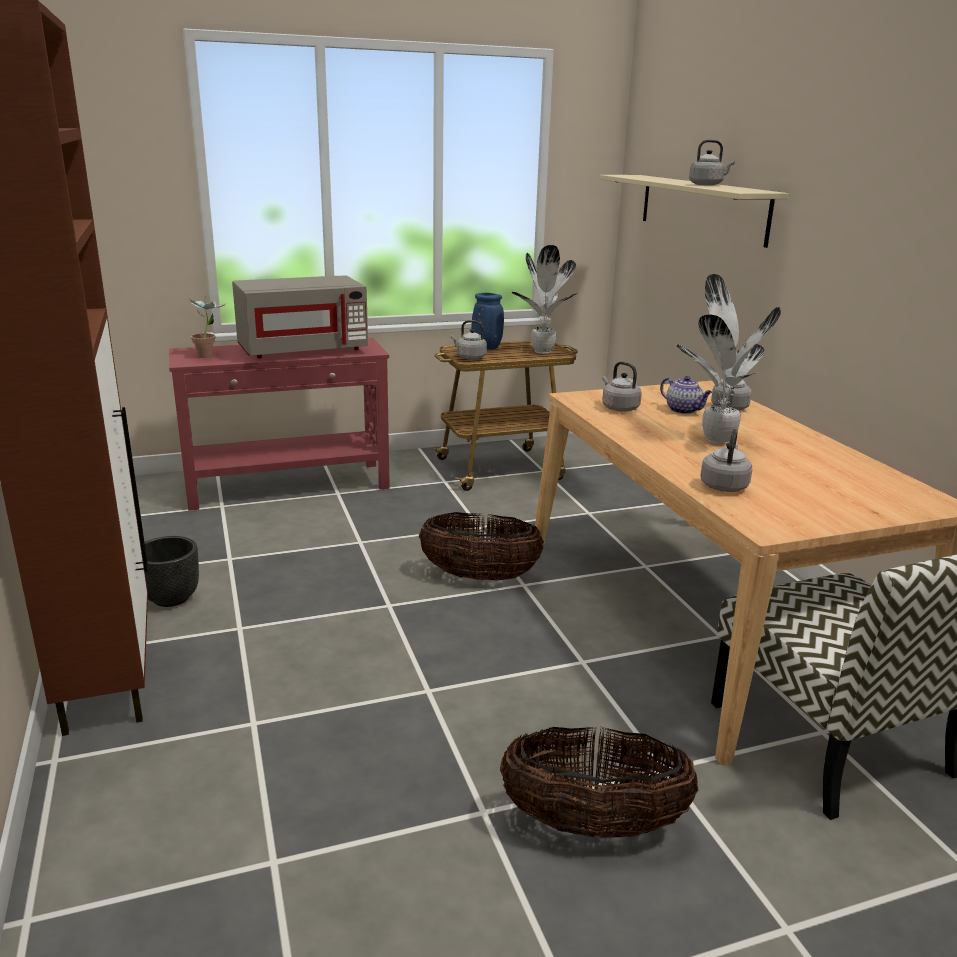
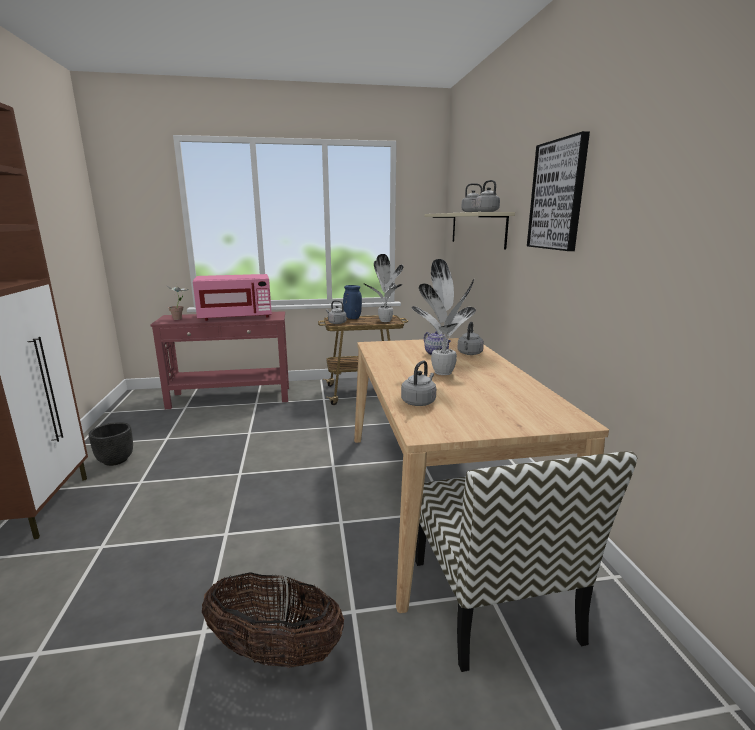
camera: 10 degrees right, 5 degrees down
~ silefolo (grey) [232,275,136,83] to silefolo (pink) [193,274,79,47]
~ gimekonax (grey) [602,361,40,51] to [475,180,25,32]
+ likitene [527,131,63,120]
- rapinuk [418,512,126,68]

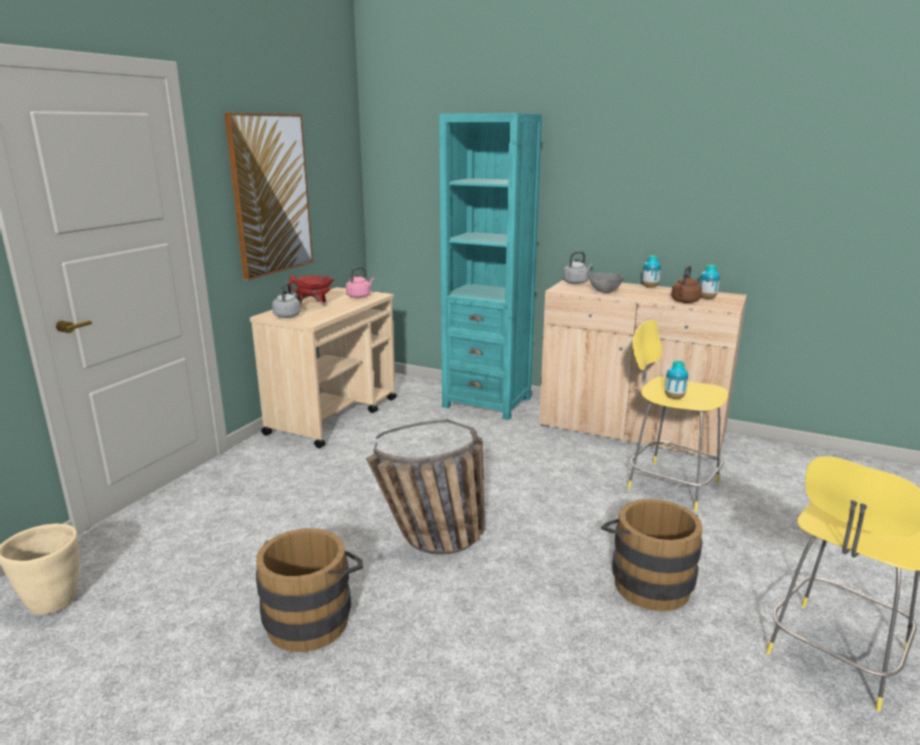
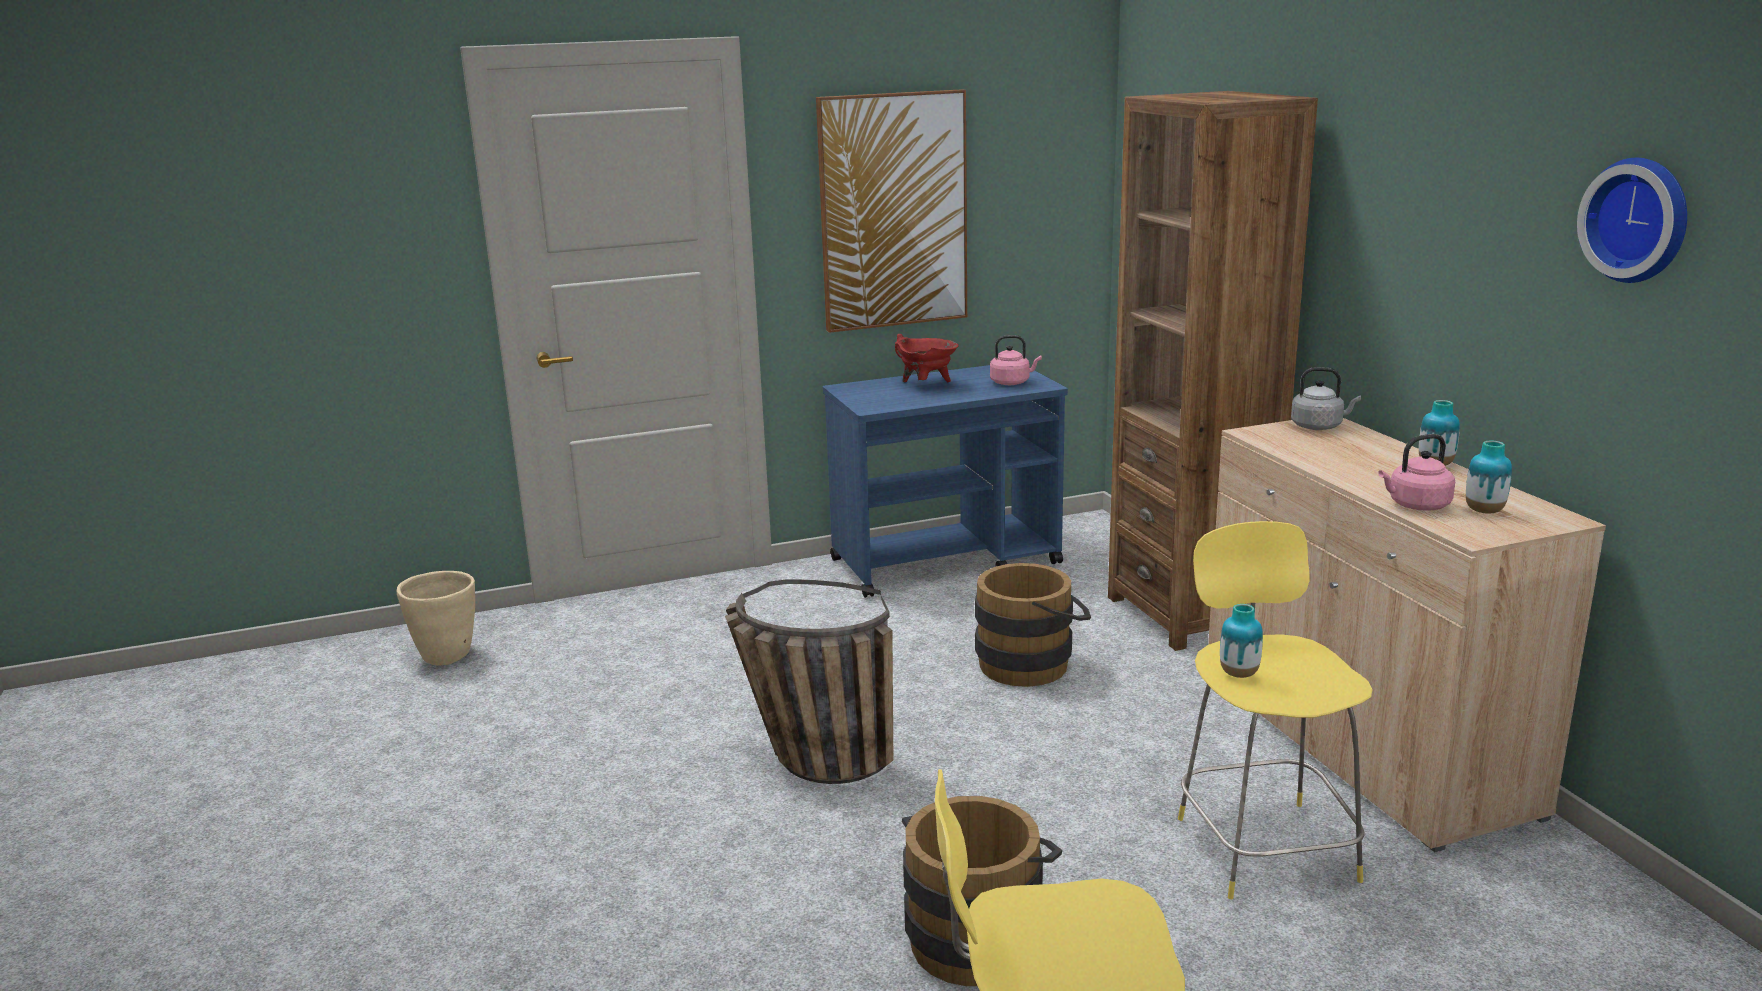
camera: 45 degrees right, 0 degrees up
~ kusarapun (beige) [250,287,147,161] to kusarapun (blue) [823,365,245,233]
~ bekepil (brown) [256,528,107,124] to [975,563,116,124]
~ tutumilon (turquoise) [439,113,103,307] to tutumilon (brown) [1108,91,210,560]
~ gimekonax (brown) [671,266,31,37] to gimekonax (pink) [1378,434,77,77]
+ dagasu [1577,158,110,125]
- gimekonax (grey) [272,283,29,35]
- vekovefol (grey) [588,272,35,21]

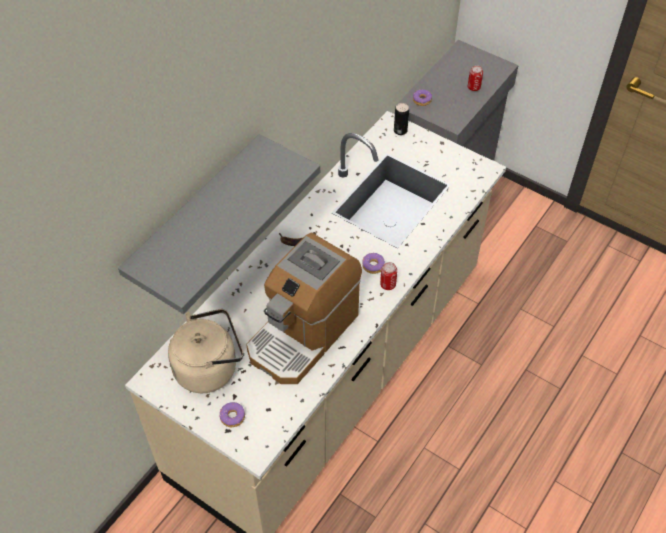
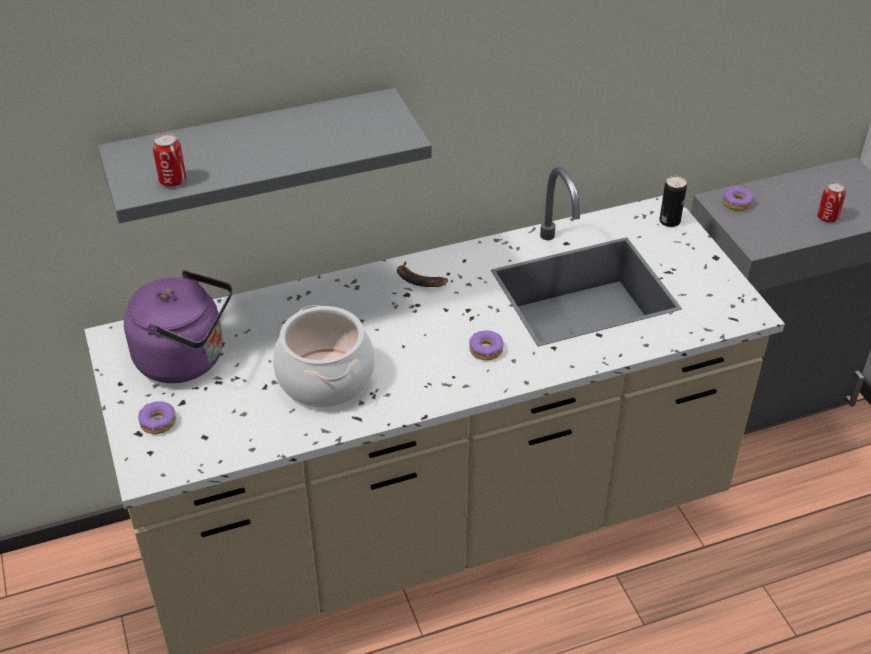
camera: 35 degrees right, 10 degrees down
~ gimekonax (beige) [168,309,75,84] to gimekonax (purple) [124,270,108,113]
~ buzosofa [380,262,17,28] to [152,133,34,54]
~ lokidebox [246,233,116,151] to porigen [273,305,102,103]

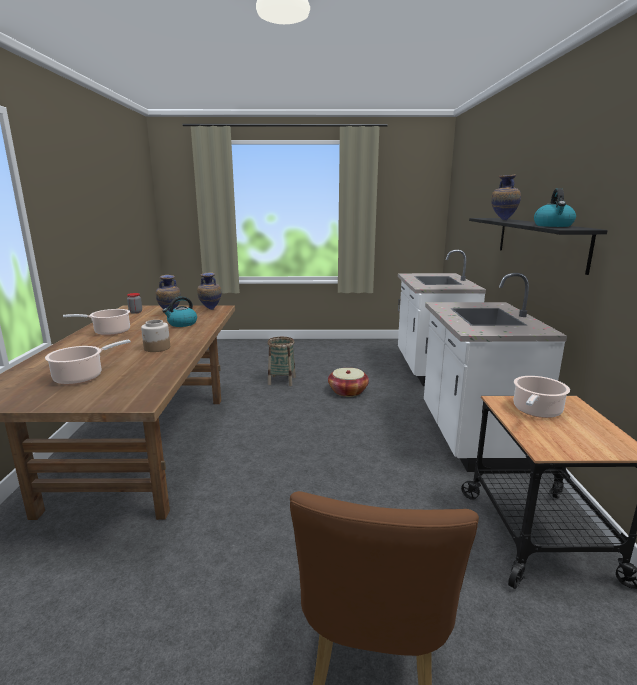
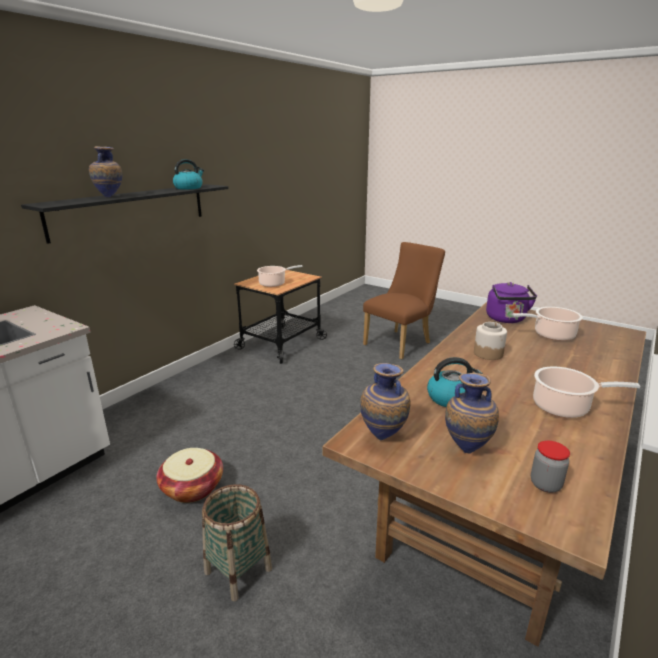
camera: 145 degrees left, 5 degrees up
+ gimekonax (purple) [486,282,51,41]
- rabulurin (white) [424,273,143,199]

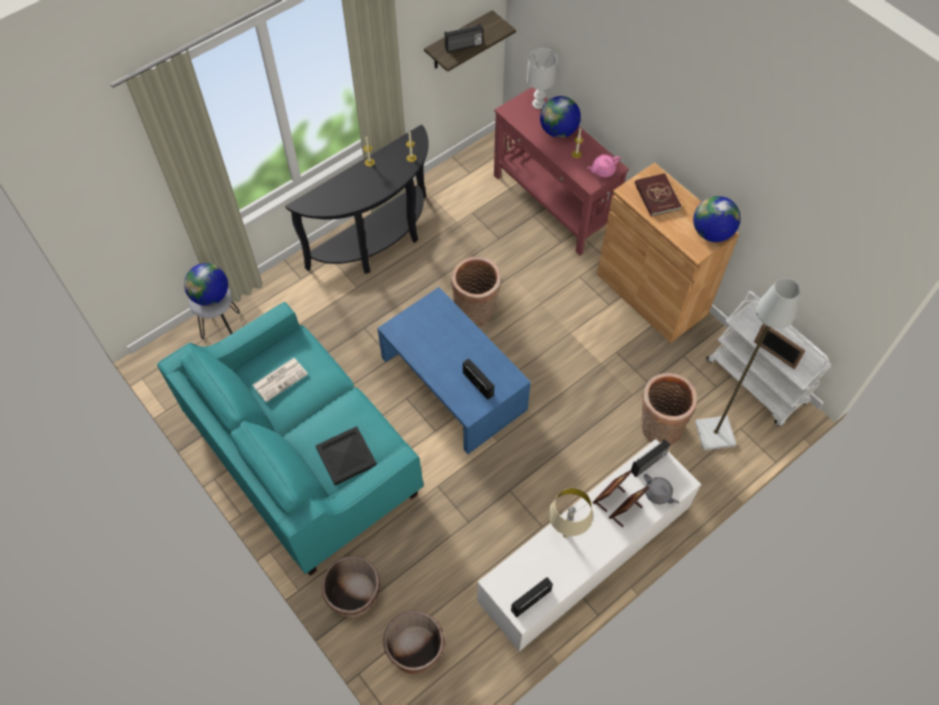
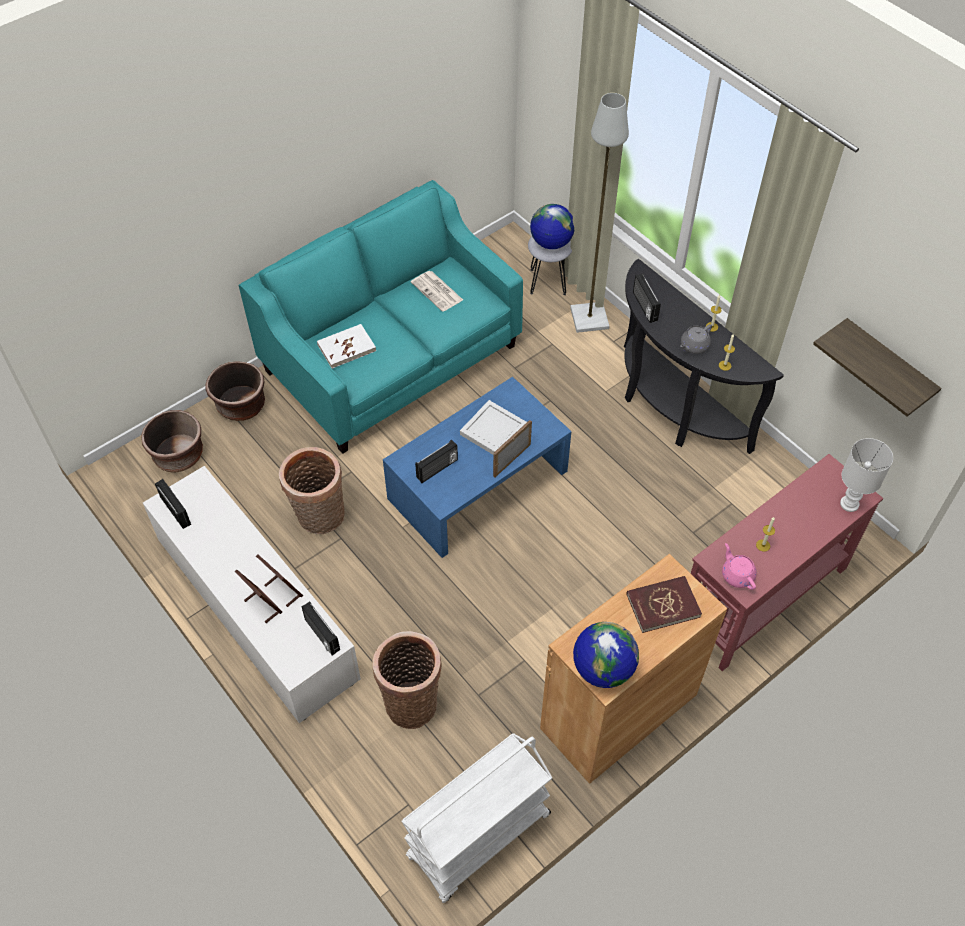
camera: 90 degrees right, 5 degrees down
~ rapinuk [451,257,50,71] to [279,447,66,87]
~ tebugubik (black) [315,426,62,60] to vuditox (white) [317,324,59,45]
+ tebugubik (white) [460,400,67,54]
~ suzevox [754,324,52,45] to [493,420,39,57]
~ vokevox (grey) [695,278,105,173] to [570,93,59,240]
~ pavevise [445,24,38,29] to [633,274,28,49]
~ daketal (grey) [644,474,35,30] to [680,324,32,30]
- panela [540,96,41,42]
- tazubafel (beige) [548,488,45,50]

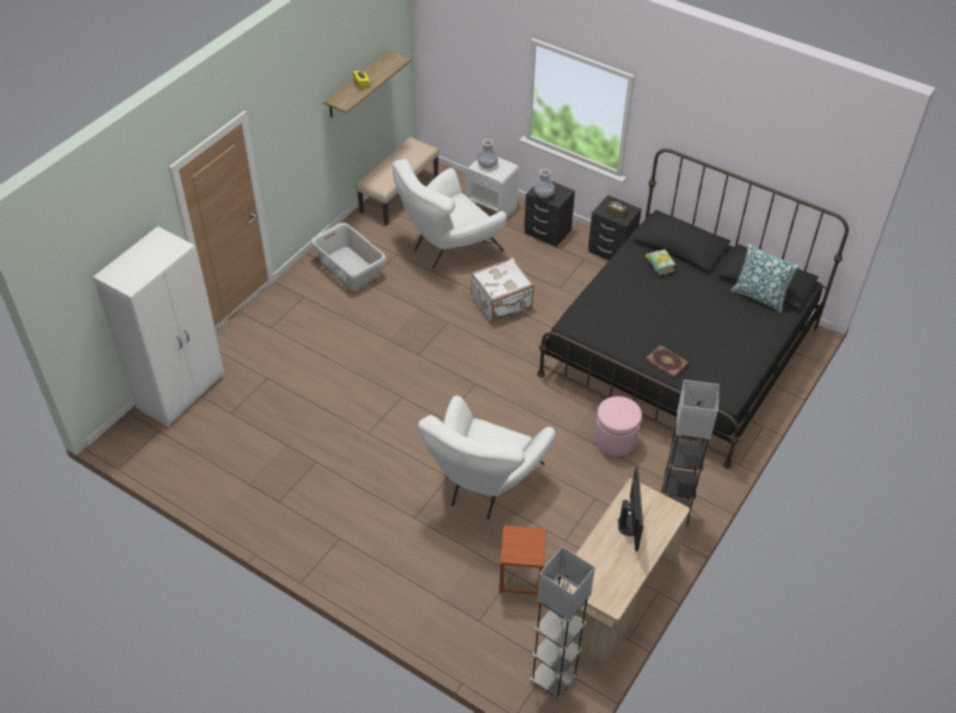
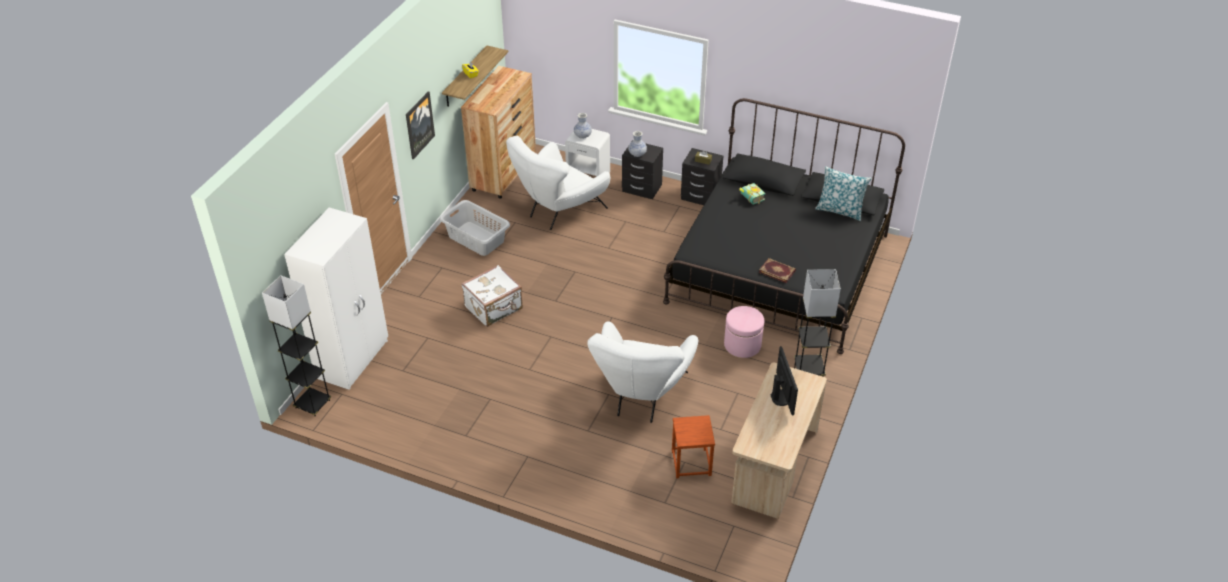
camera: 10 degrees left, 5 degrees down
~ vokevox (grey) [530,546,65,154] to [262,275,69,142]
+ likitene [406,91,29,69]
~ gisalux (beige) [356,137,84,88] to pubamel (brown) [461,66,75,133]
~ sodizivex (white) [471,258,63,65] to [461,265,62,62]

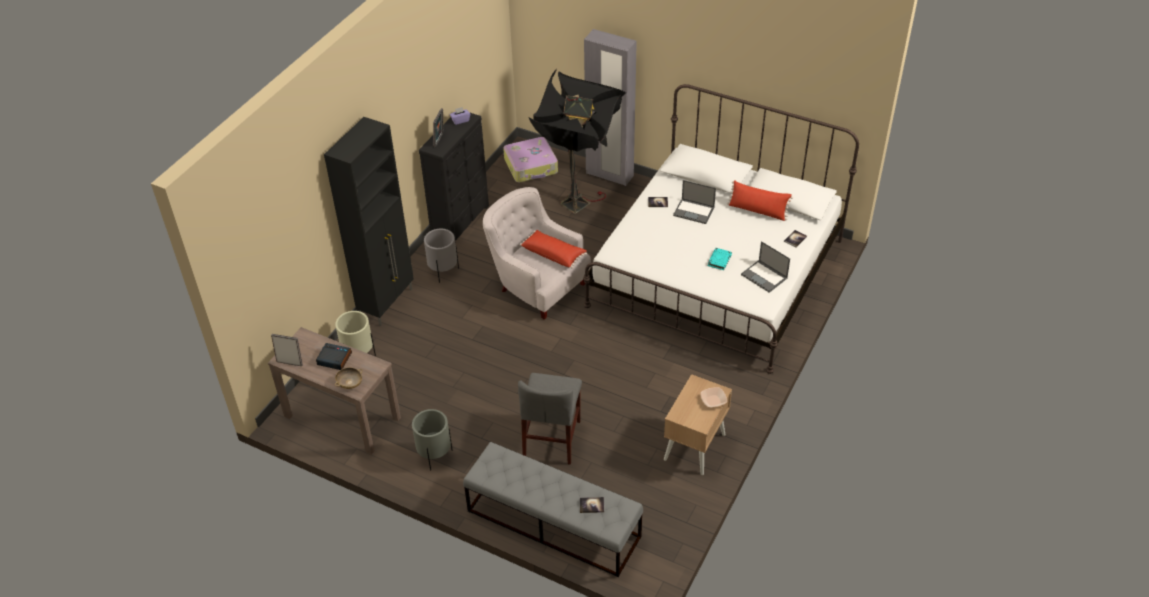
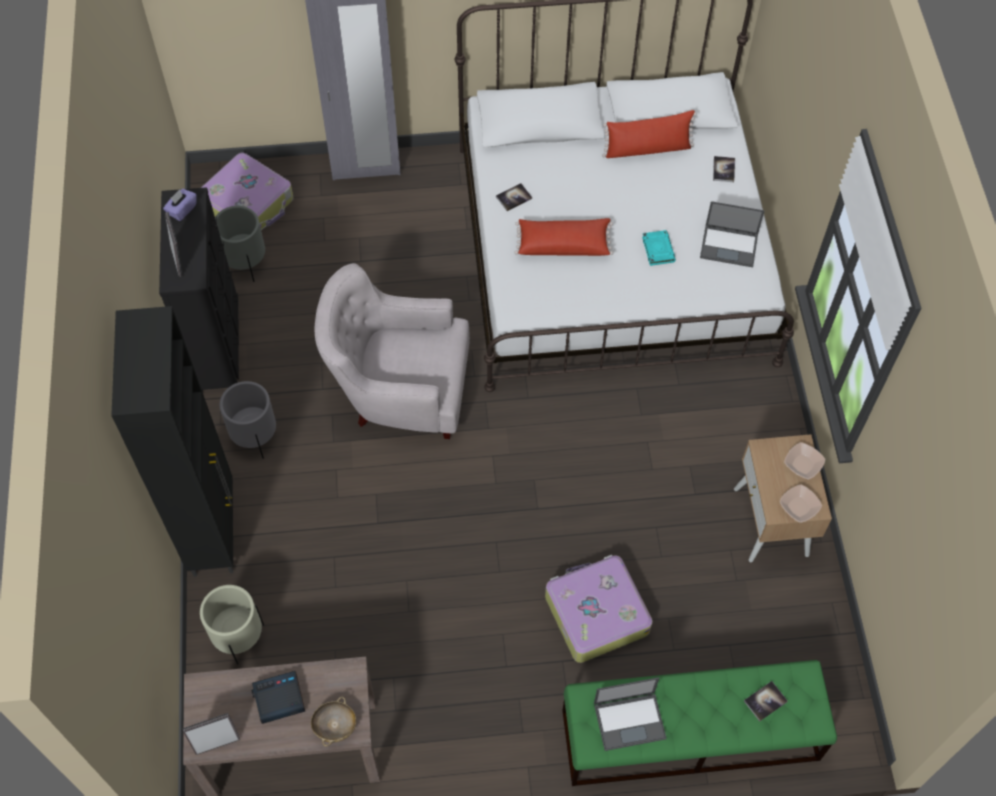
camera: 35 degrees left, 15 degrees up
~ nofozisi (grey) [412,409,41,61] to [215,206,50,76]
~ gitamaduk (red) [520,230,67,38] to [514,218,100,38]
~ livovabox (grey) [518,373,64,92] to sodizivex [545,555,108,108]
~ gisalux (grey) [463,442,180,135] to gisalux (green) [562,660,275,126]
~ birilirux [673,180,43,44] to [594,677,73,74]
+ vekovefol [780,485,42,38]
- vokevox (black) [528,69,98,144]

